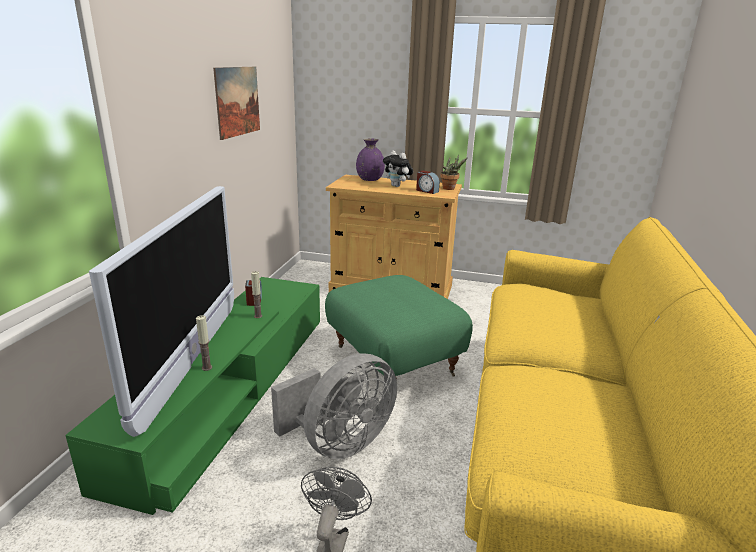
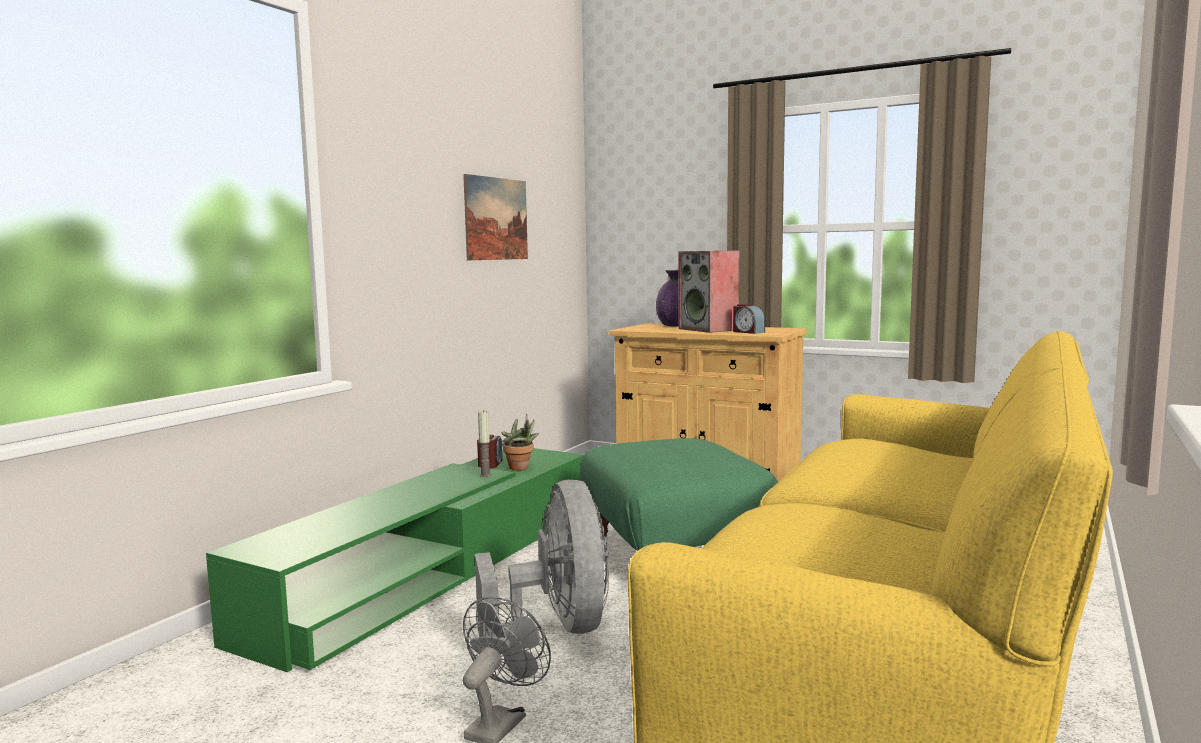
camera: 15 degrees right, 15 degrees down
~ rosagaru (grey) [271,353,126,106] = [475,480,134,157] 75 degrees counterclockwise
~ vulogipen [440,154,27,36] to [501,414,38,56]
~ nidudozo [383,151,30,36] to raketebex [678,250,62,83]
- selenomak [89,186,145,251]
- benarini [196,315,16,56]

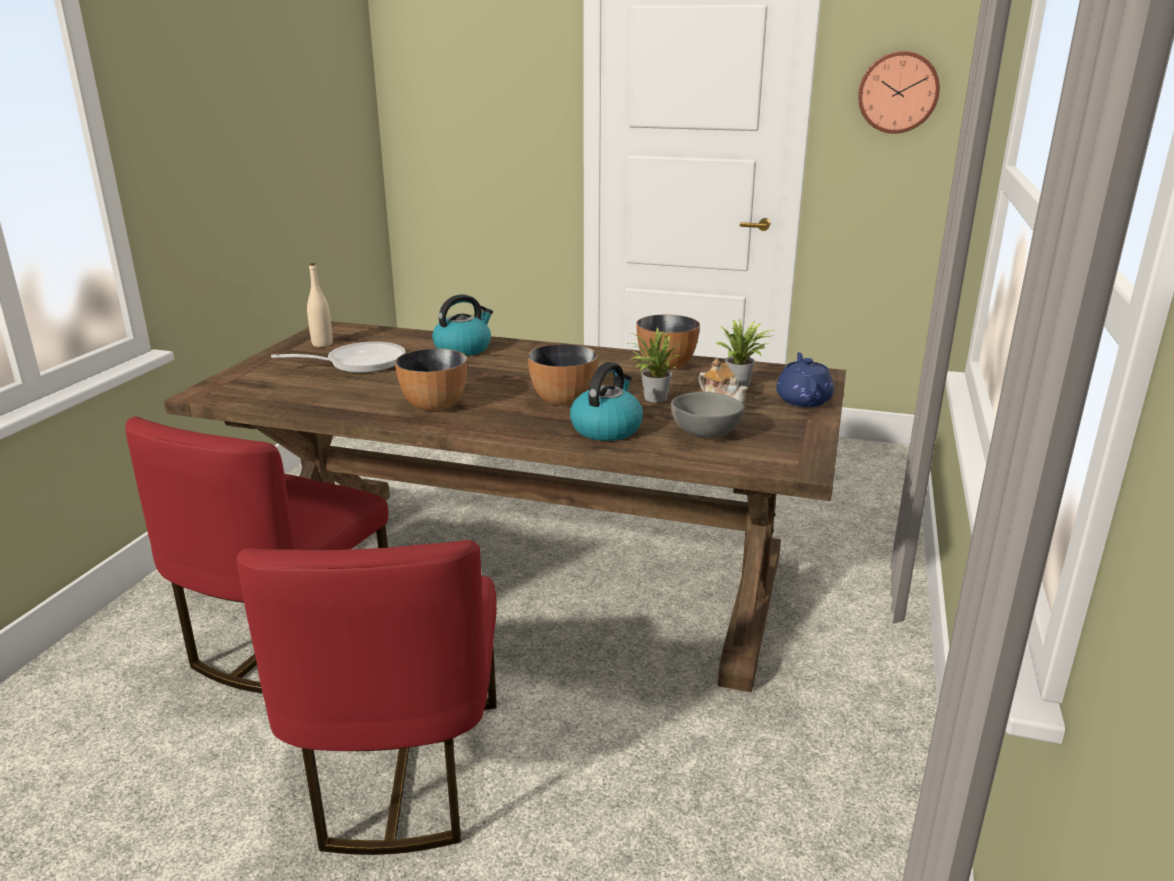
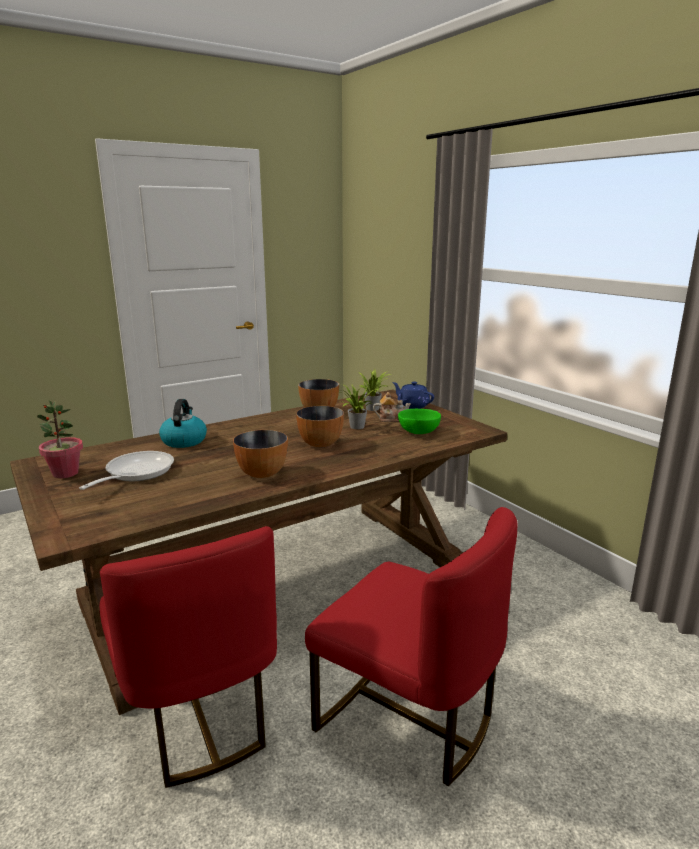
camera: 50 degrees left, 5 degrees down
~ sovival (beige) [307,263,26,84] to vulogipen [37,400,46,78]
~ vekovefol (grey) [671,392,73,46] to vekovefol (green) [398,409,43,25]
- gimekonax [570,362,73,79]
- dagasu [858,51,82,83]

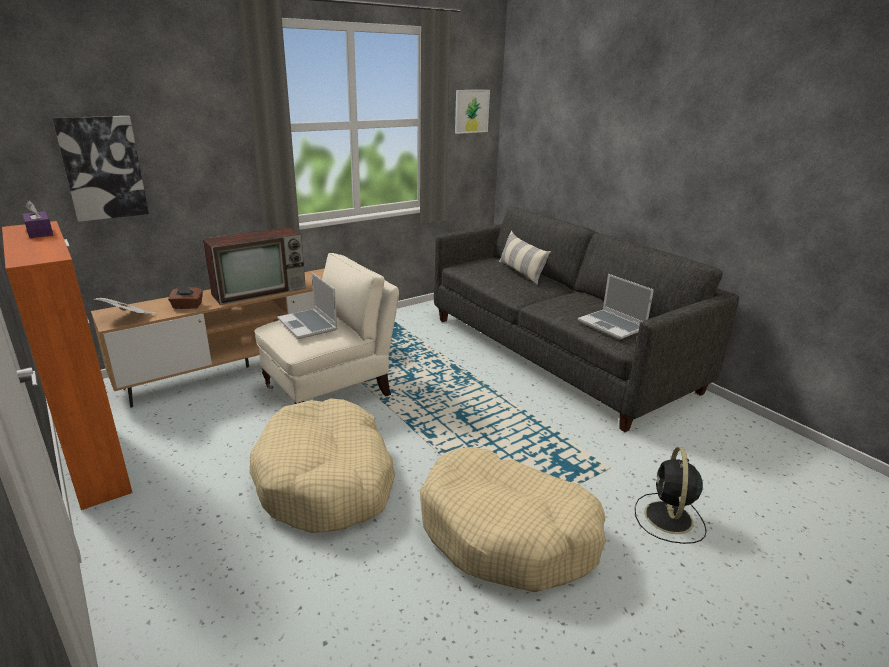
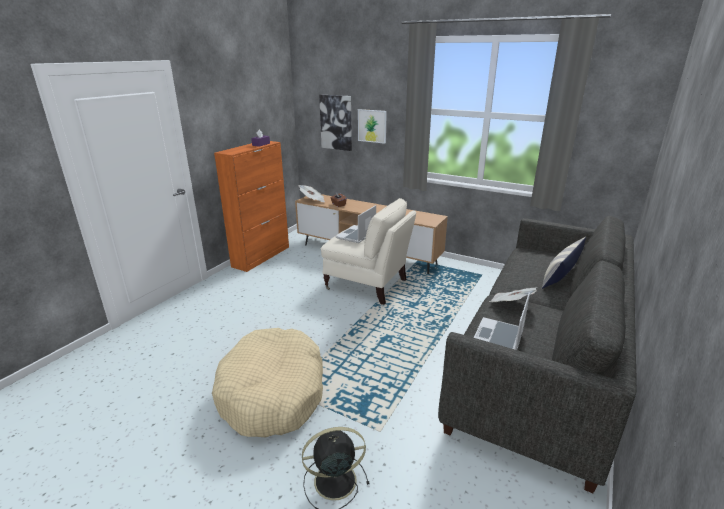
camera: 65 degrees right, 0 degrees up
~ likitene [455,90,35,44] to [358,109,29,35]
+ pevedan [489,287,48,15]
- selenomak [203,227,103,78]
- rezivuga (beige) [250,398,145,135]

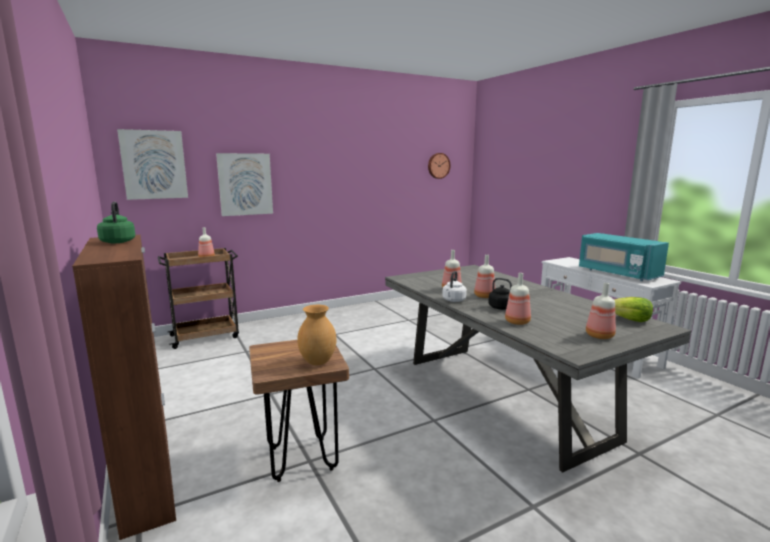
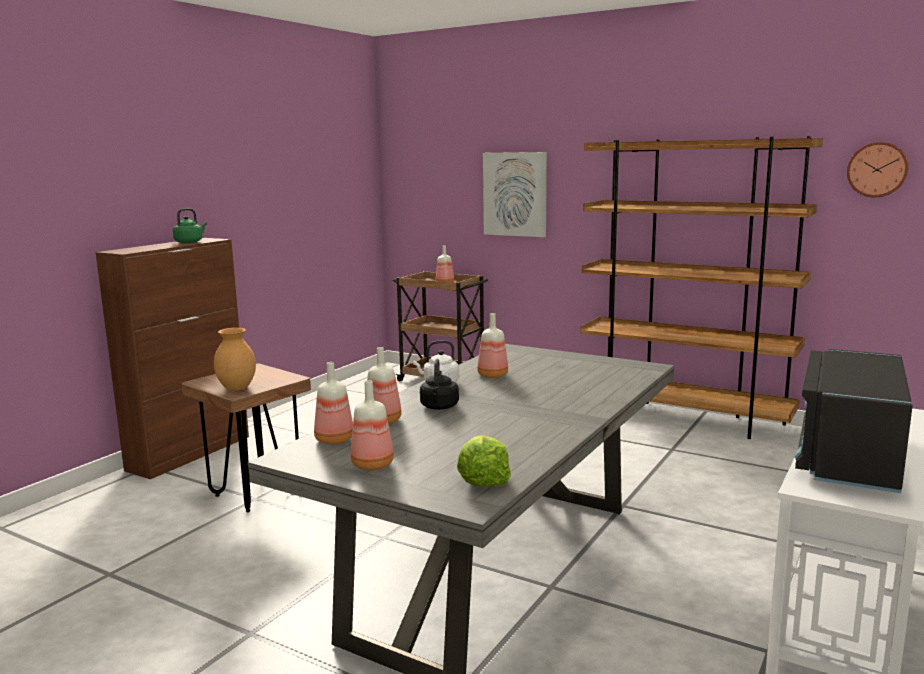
camera: 60 degrees right, 0 degrees up
~ sovival [474,255,21,43] to [314,362,39,82]
+ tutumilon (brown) [581,136,242,303]
~ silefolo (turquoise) [579,233,90,48] to silefolo (black) [795,349,118,144]
- likitene [117,129,71,71]

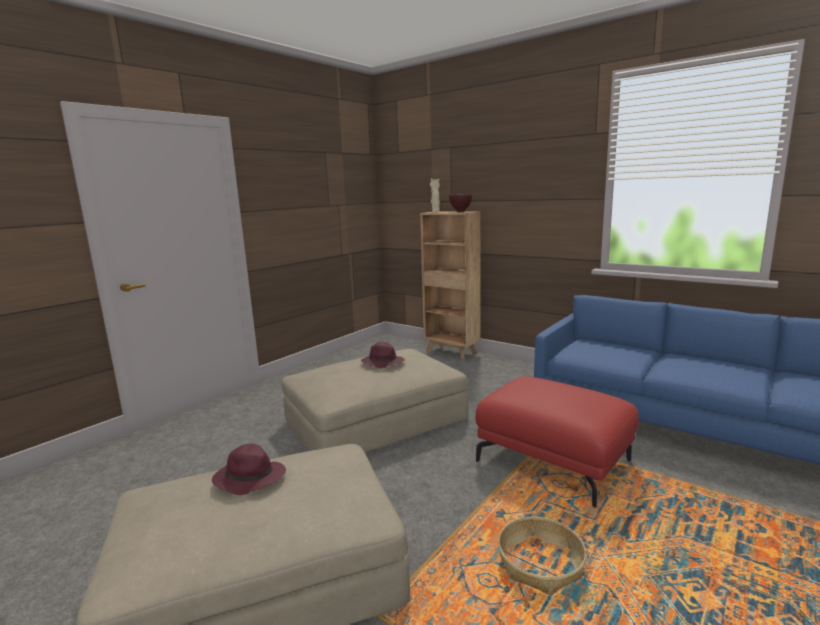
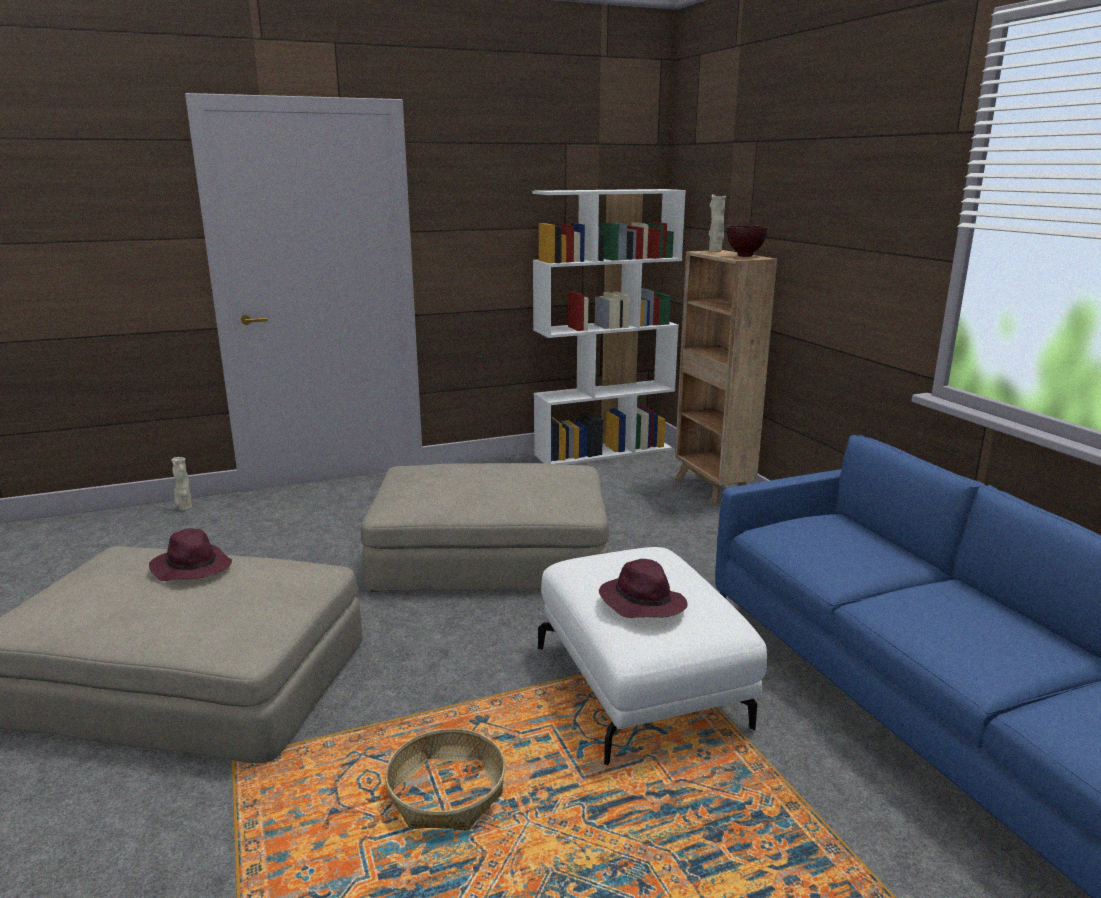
camera: 30 degrees right, 5 degrees up
+ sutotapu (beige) [171,457,21,54]
+ tutumilon (white) [532,189,154,276]
~ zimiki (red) [475,377,164,131] to zimiki (white) [538,547,229,218]
~ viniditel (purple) [361,342,44,26] to [599,559,89,59]

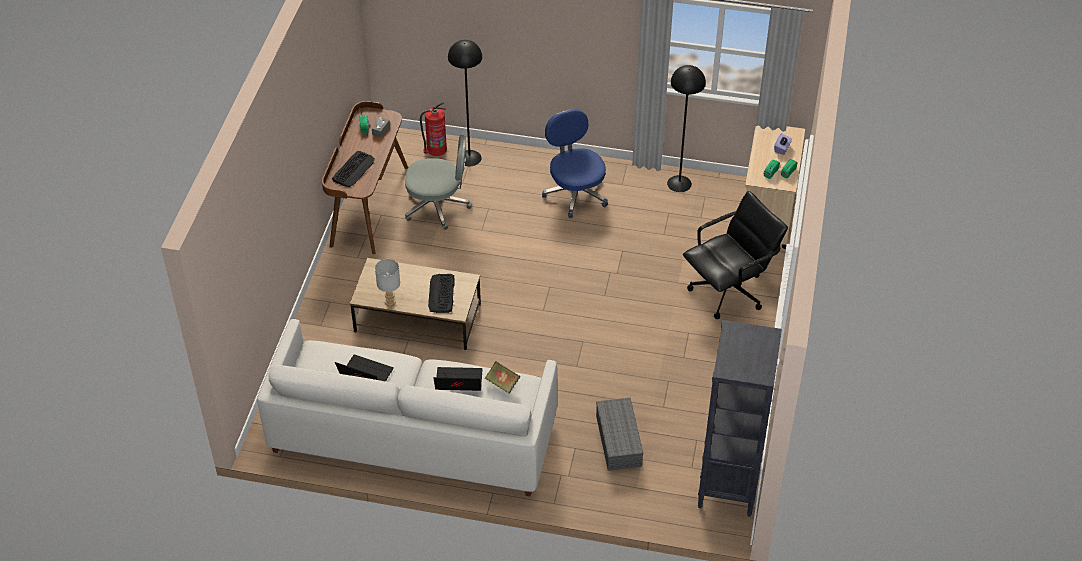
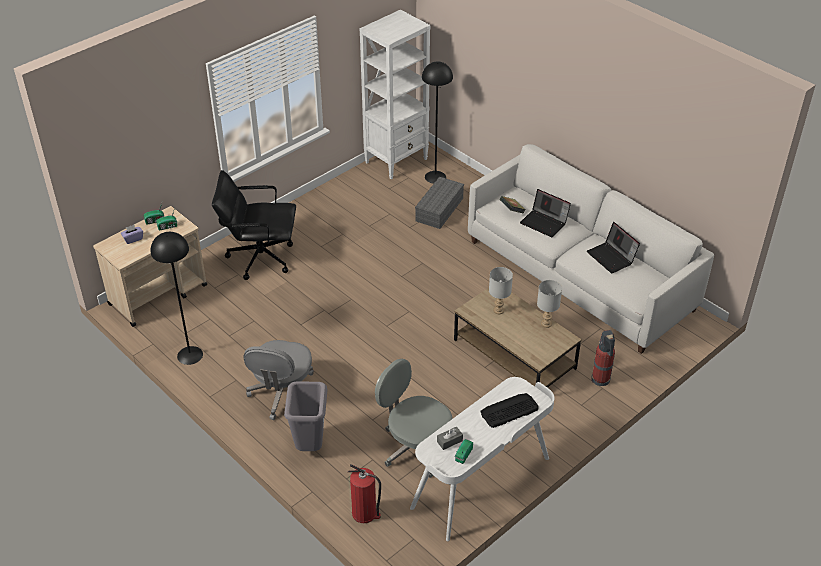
camera: 145 degrees left, 5 degrees down
~ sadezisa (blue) [542,109,66,109] to sadezisa (grey) [243,340,71,80]
+ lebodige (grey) [284,382,43,69]
~ tutumilon (black) [698,320,84,197] to tutumilon (white) [360,10,71,169]
~ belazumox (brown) [322,101,86,153] to belazumox (white) [410,377,144,164]
~ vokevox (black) [448,40,34,126] to [422,61,31,123]
~ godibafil [428,274,27,39] to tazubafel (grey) [489,267,24,47]
+ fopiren [591,330,24,56]

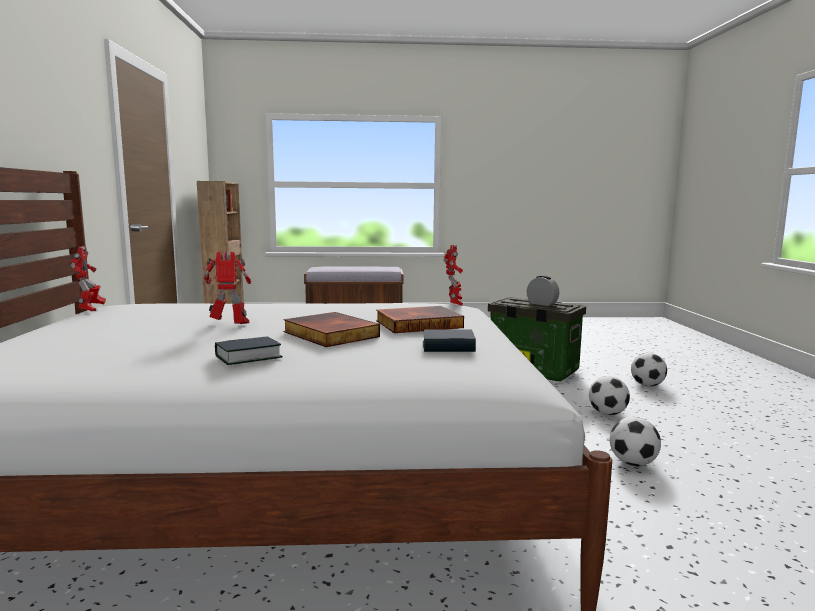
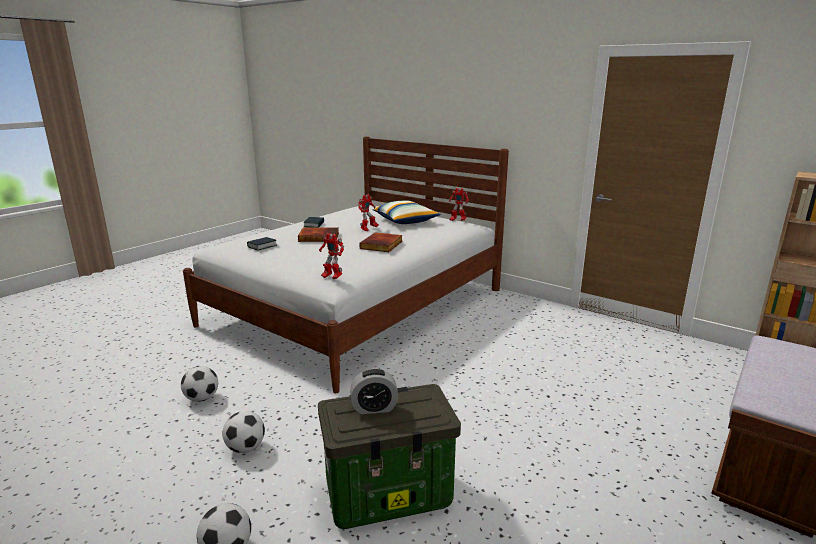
camera: 130 degrees right, 10 degrees up
~ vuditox [376,306,88,27] to [360,232,43,20]
+ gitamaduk [372,200,69,24]

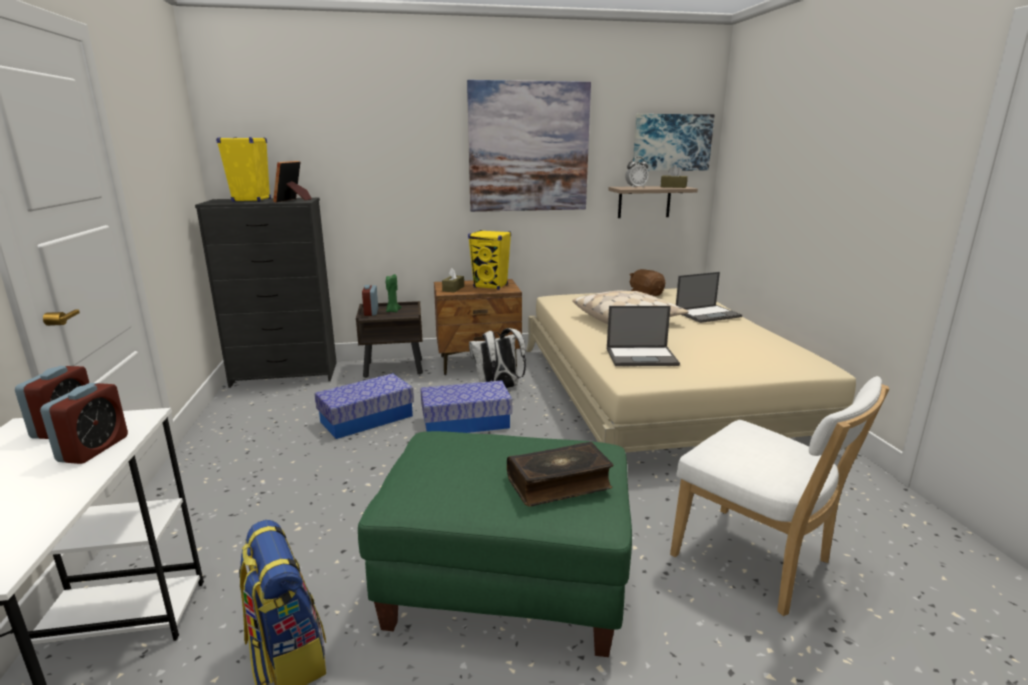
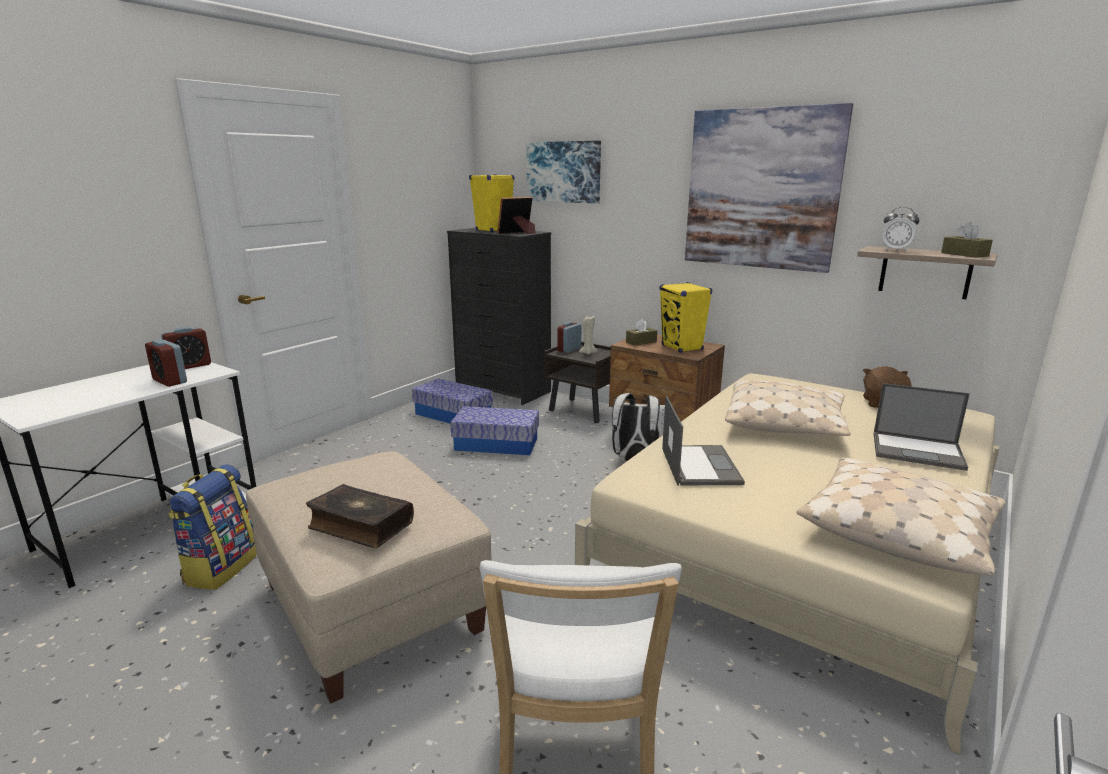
camera: 45 degrees right, 0 degrees up
~ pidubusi [40,383,88,81] = [145,339,42,48] 75 degrees clockwise
~ zimiki (green) [358,431,274,226] to zimiki (beige) [246,451,246,253]
~ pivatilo [420,380,92,53] to [412,378,81,46]
~ likitene [633,114,81,57] to [526,141,75,62]
~ benarini (green) [386,274,15,38] to benarini (beige) [579,316,19,39]
~ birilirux [607,306,73,60] = [662,396,83,89] 135 degrees counterclockwise
+ gitamaduk (beige) [796,457,210,119]

